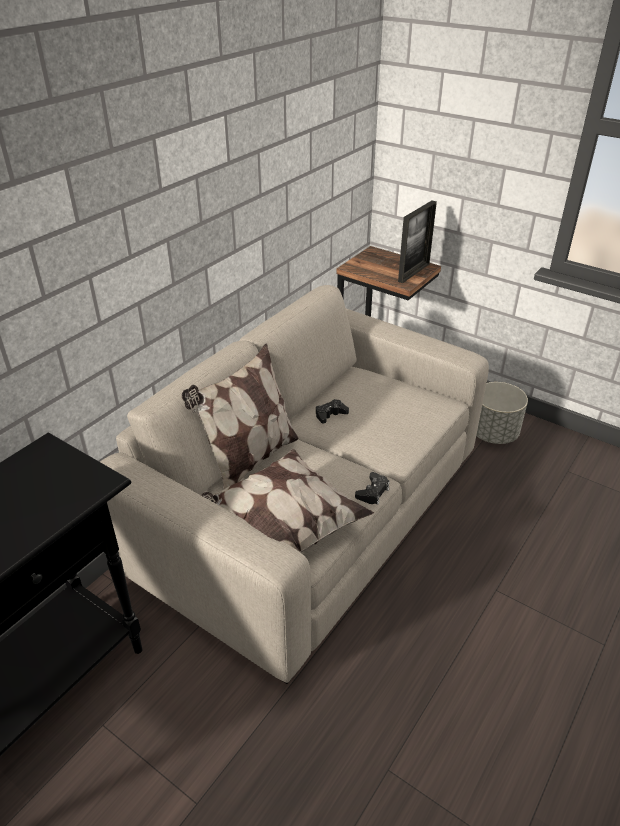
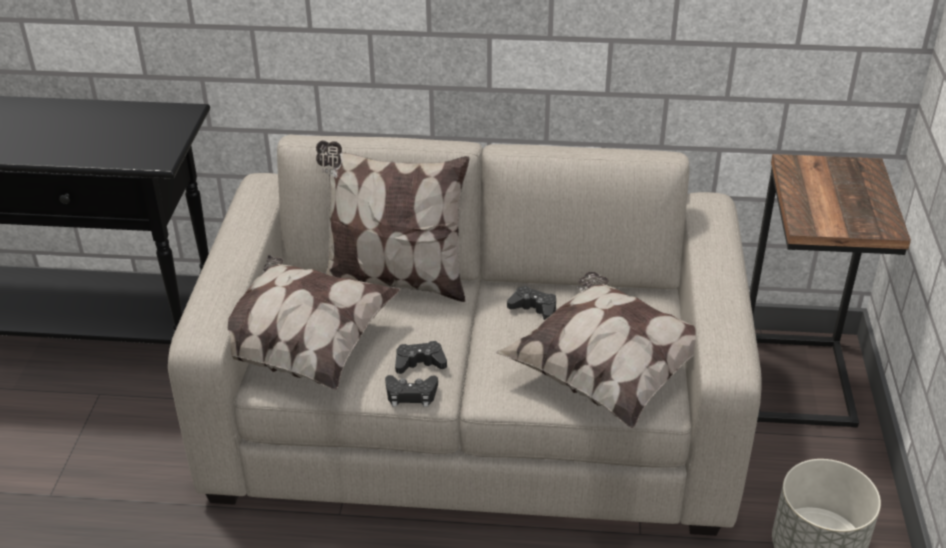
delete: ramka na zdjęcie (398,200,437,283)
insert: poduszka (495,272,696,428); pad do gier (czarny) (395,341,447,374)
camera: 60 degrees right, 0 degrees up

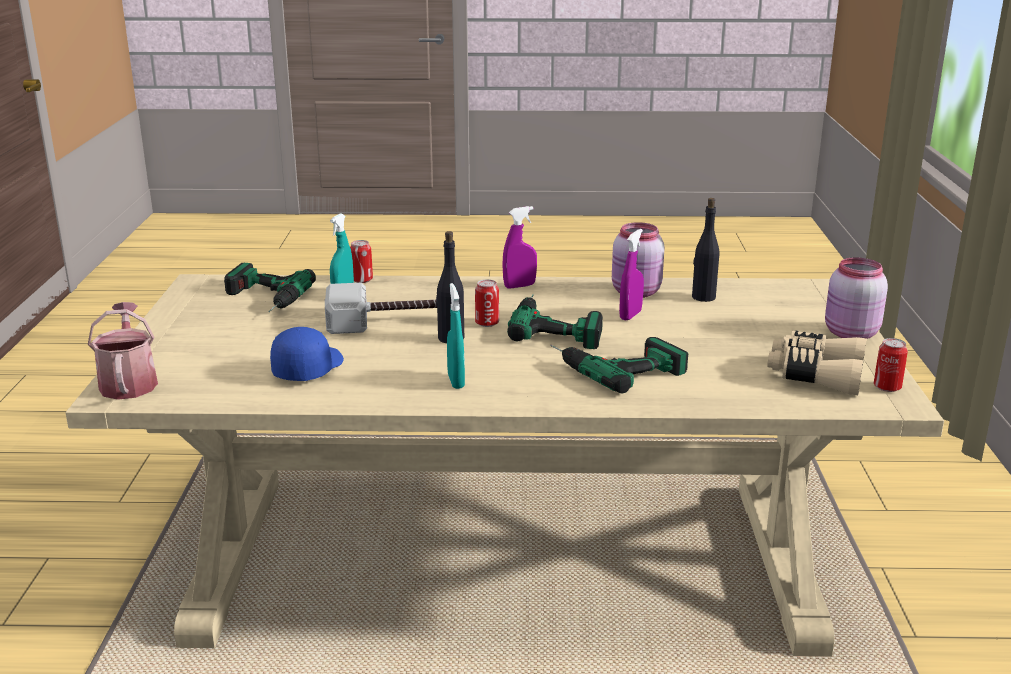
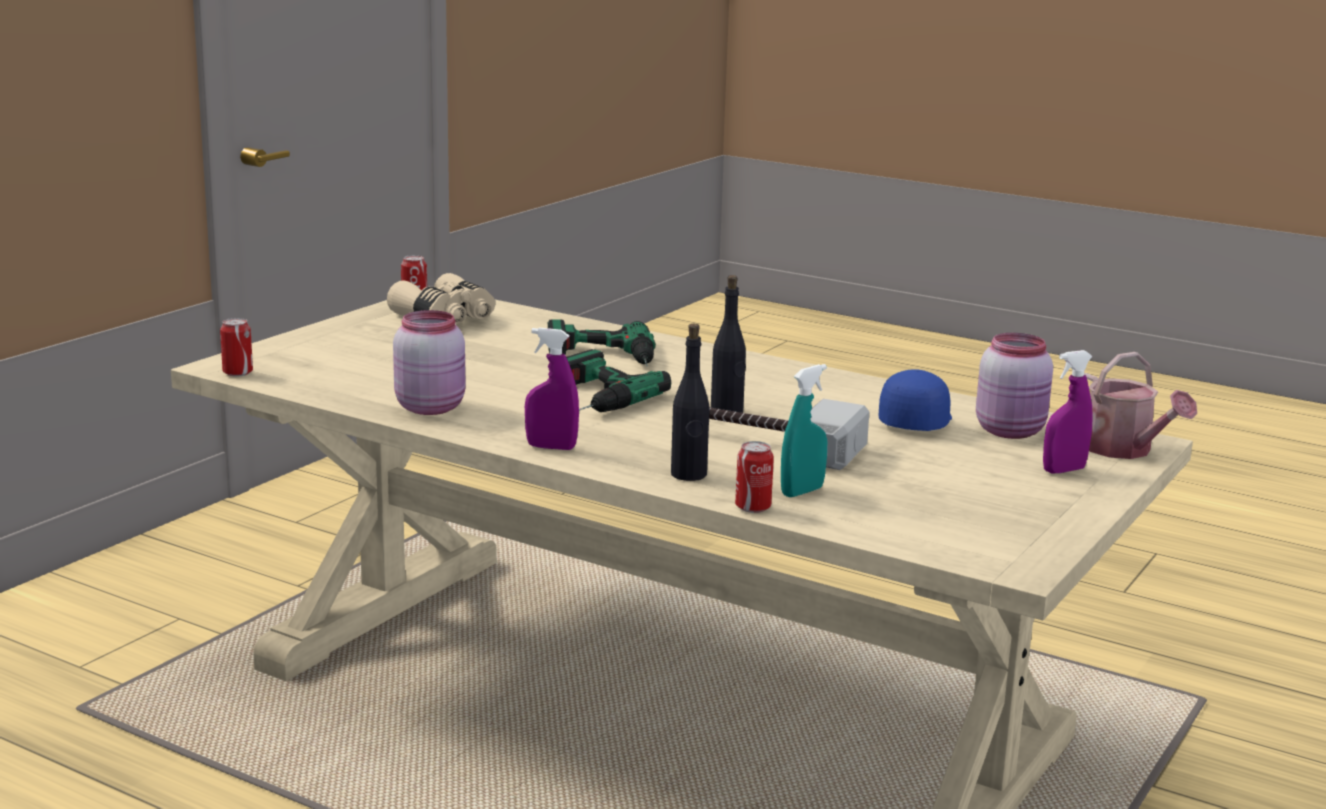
delete: wiertarka (224,263,316,312); spryskiwacz (turkusowy) (447,283,465,389)
move: butelka (czarny) (692,198,719,302) to (671,324,709,481); spryskiwacz (fioletowy) (619,229,644,320) to (1043,350,1093,474); słoik (różowy) (825,258,888,339) to (976,333,1053,439); puszka (475,279,499,327) to (220,318,253,376)
rotate: konewka (88,302,158,400) = (1084,352,1197,459) 45 degrees counterclockwise; czapka z daszkiem (niebieski) (270,327,344,381) = (879,369,952,431) 150 degrees clockwise
camera: 150 degrees left, 5 degrees down

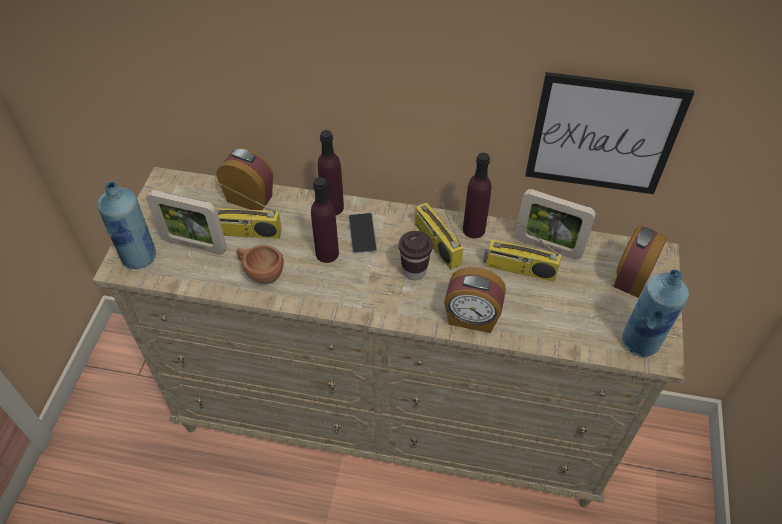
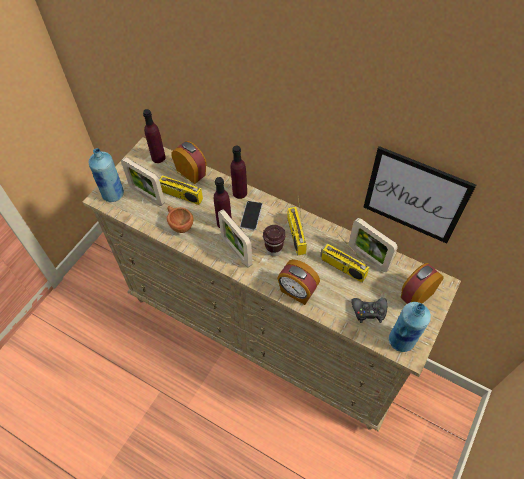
insert: ramka na zdjęcie (218,209,252,267); pad do gier (czarny) (351,298,387,323)
move: butelka (fioletowy) (463,153,491,238) to (143,109,166,163)
camera: 20 degrees right, 5 degrees up

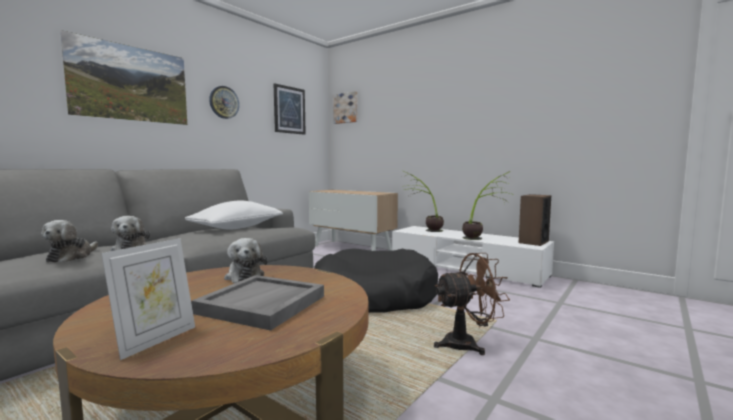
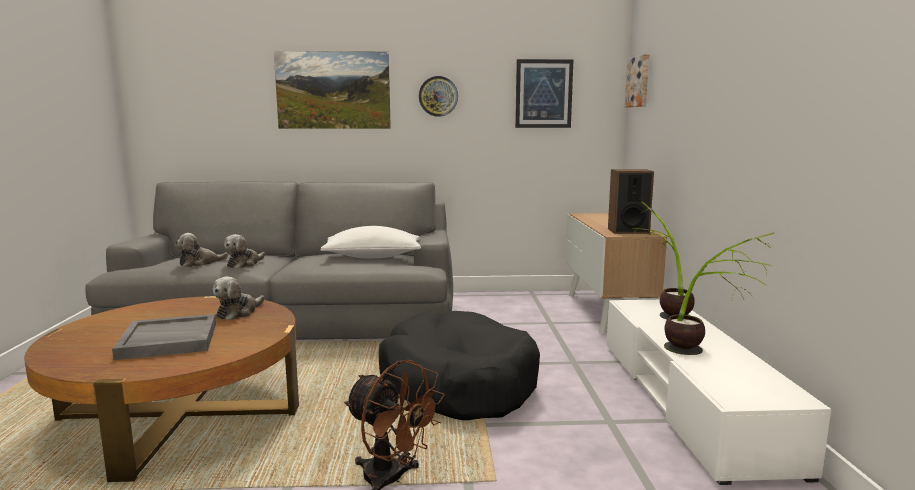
delete: ramka na zdjęcie (101,238,195,360)
move: głośnik (519,194,551,246) to (608,169,654,234)
camera: 50 degrees right, 5 degrees up

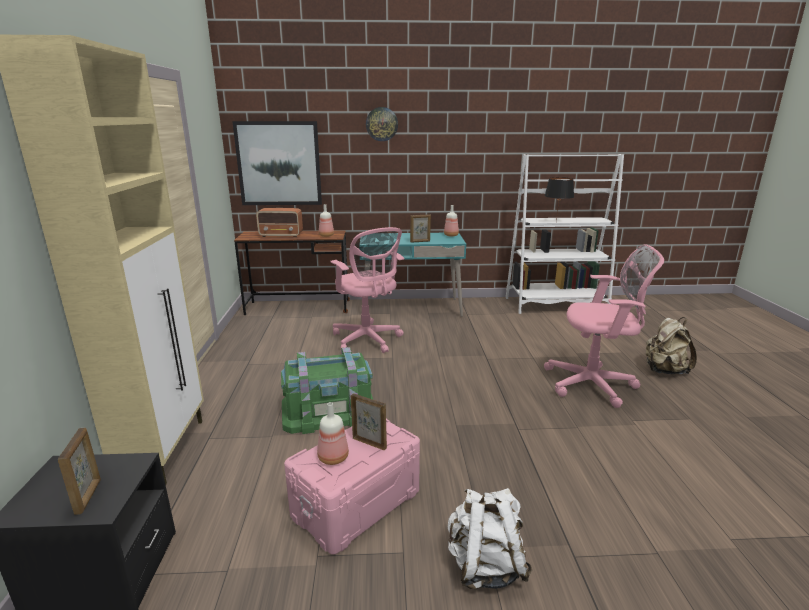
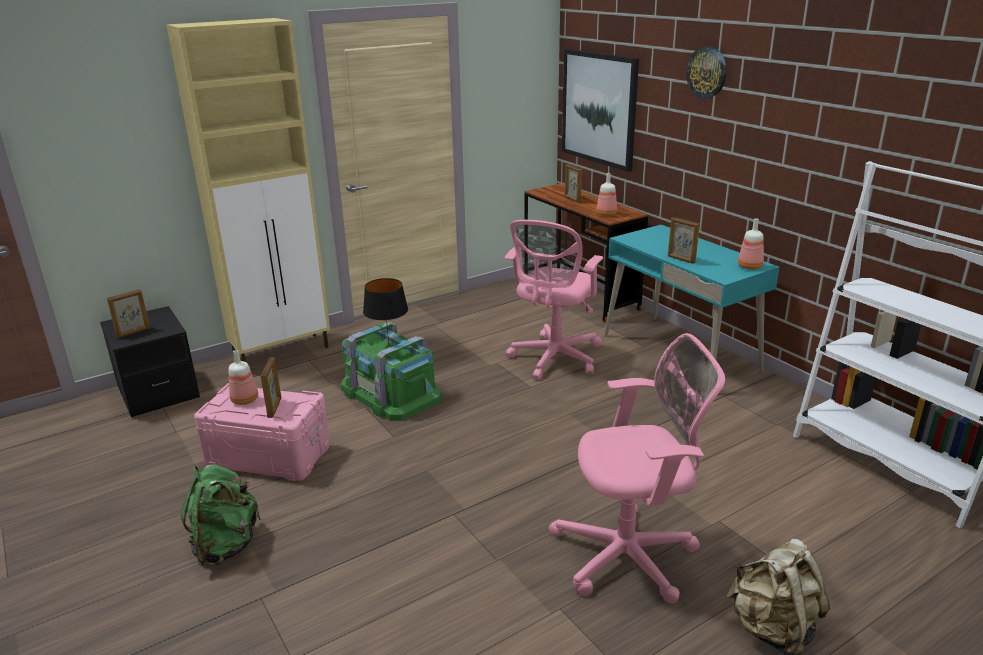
move: lampa stołowa (czarny) (545,177,574,222) to (363,278,408,345)
replace: radio (256,208,303,237) to ramka na zdjęcie (565,164,582,203)
recolor: plecak (biały) (448,488,532,590) to plecak (zielony) (181,464,261,566)
rotate: krzesło biurowe (różowy) (544,244,664,408) = (549,333,725,604) 75 degrees counterclockwise
camera: 60 degrees right, 5 degrees up

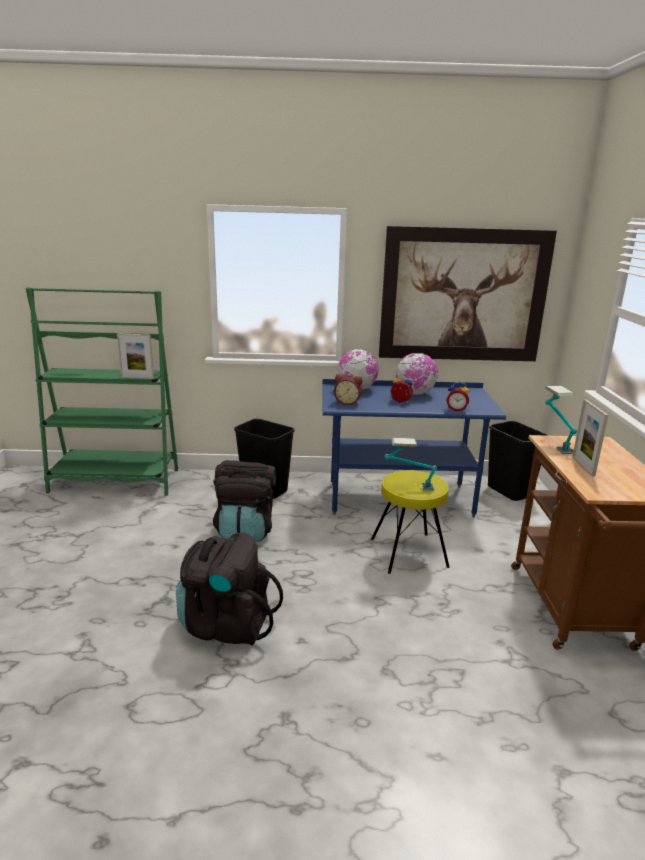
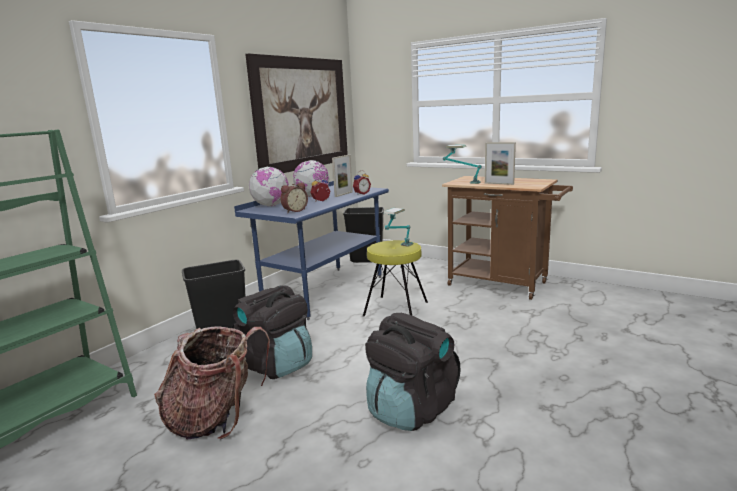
insert: plecak (154,326,270,440)
move: ramka na zdjęcie (117,334,154,379) to (332,155,353,197)
camera: 55 degrees left, 5 degrees down

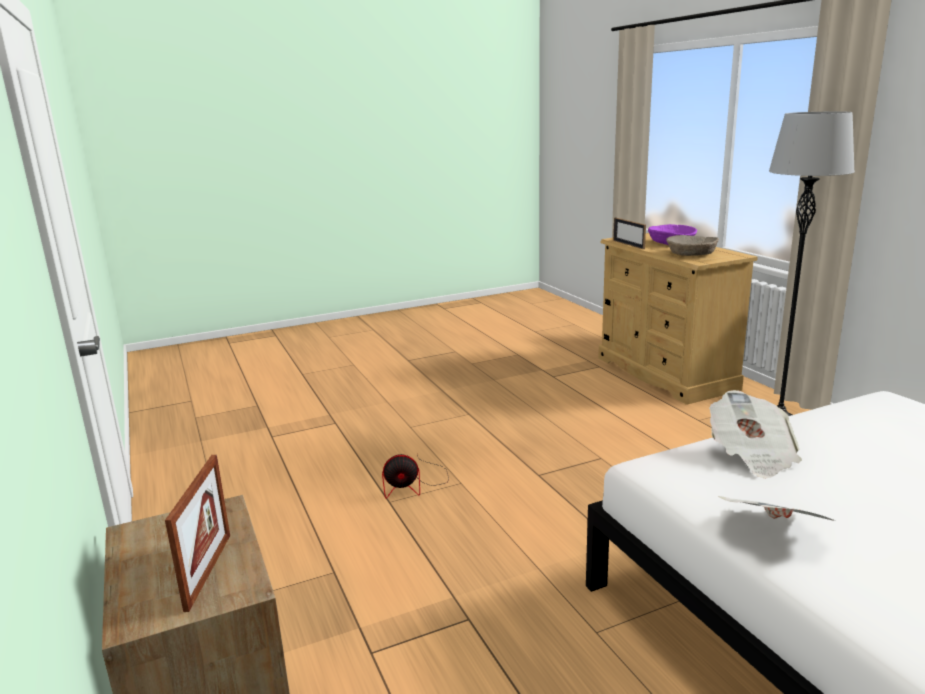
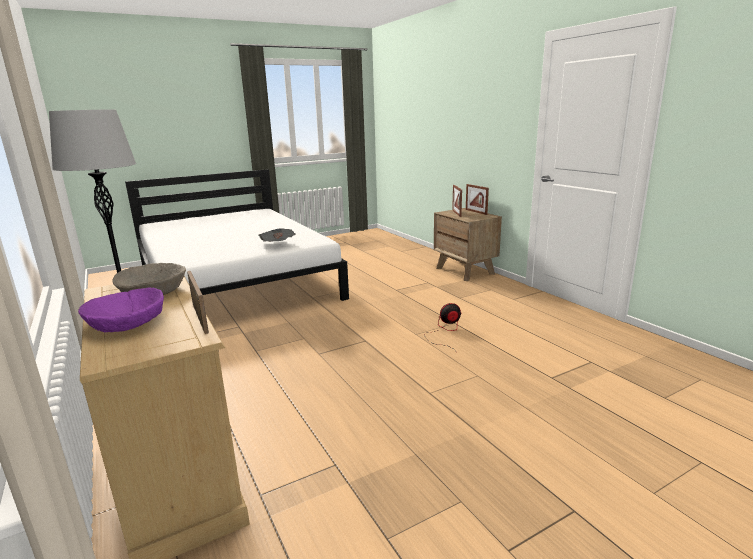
delete: gazeta (718,496,835,521)
insert: ramka na zdjęcie (466,184,489,215)
camera: 175 degrees right, 0 degrees up

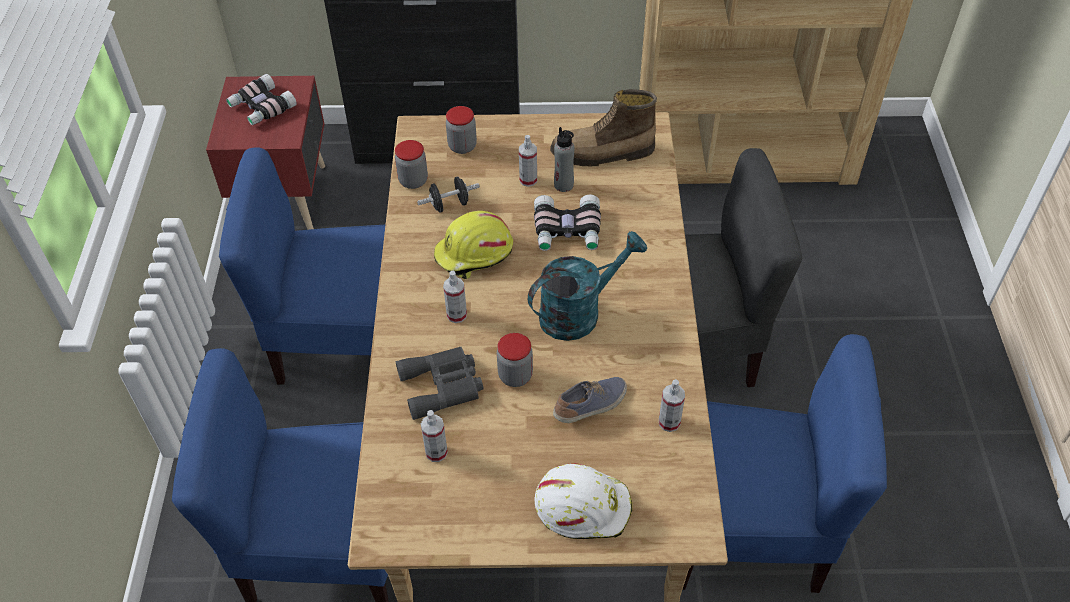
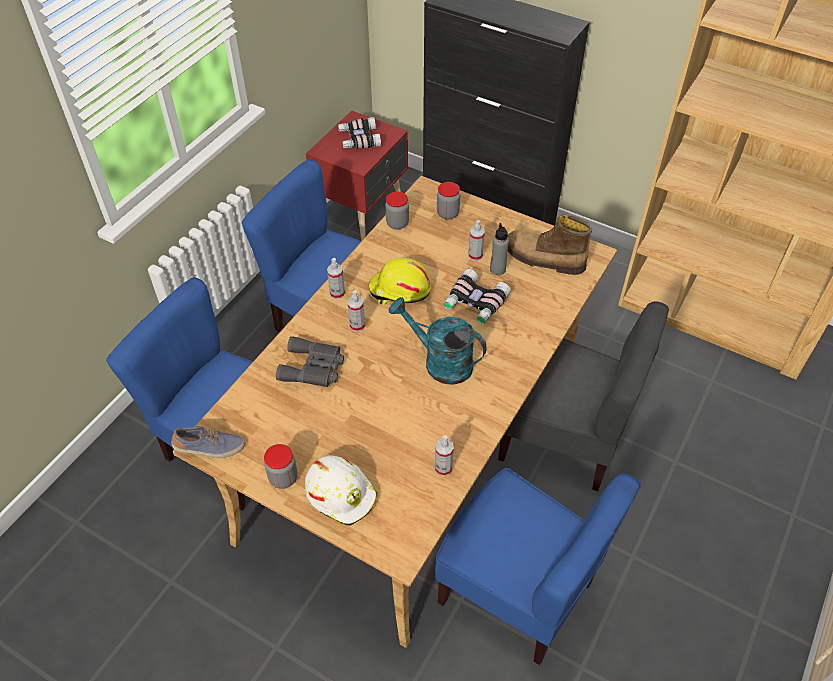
delete: hantel (czarny) (417,177,480,213)
move: słoik (497,333,533,387) to (264,444,298,489); but (553,377,627,423) to (171,426,245,458); spryskiwacz (421,410,448,462) to (327,258,345,299)
rotate: konewka (turkusowy) (528,231,647,341) = (389,297,487,385) 150 degrees counterclockwise
camera: 30 degrees right, 0 degrees up

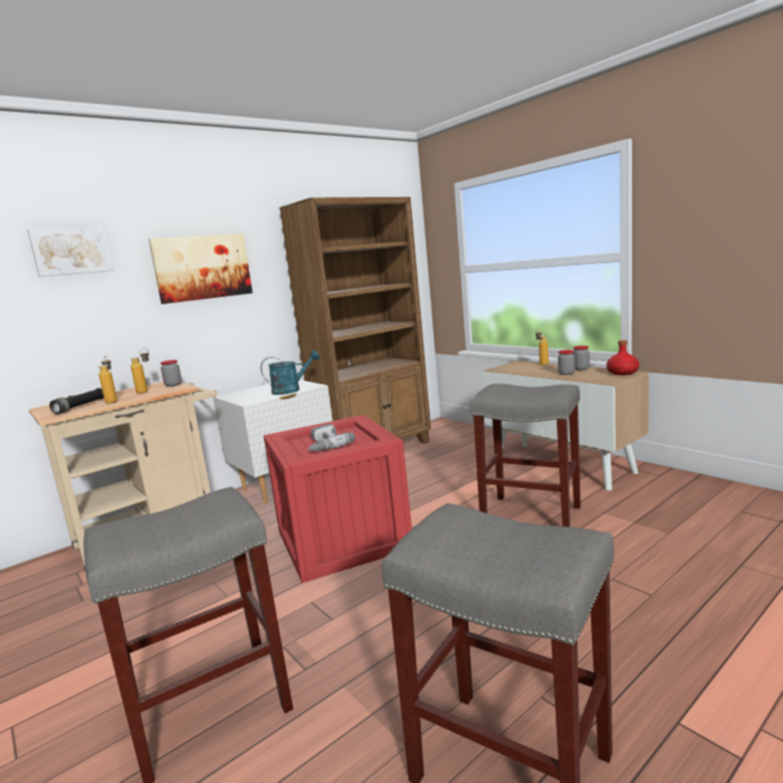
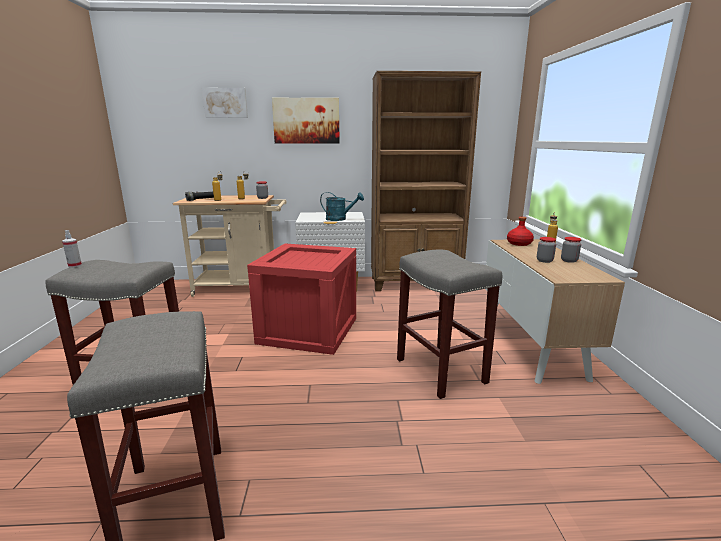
delete: wiertarka (308,424,355,451)
insert: spryskiwacz (62,230,82,268)
move: butelka (czerwony) (606,340,639,375) to (507,217,534,246)
camera: 35 degrees right, 5 degrees up

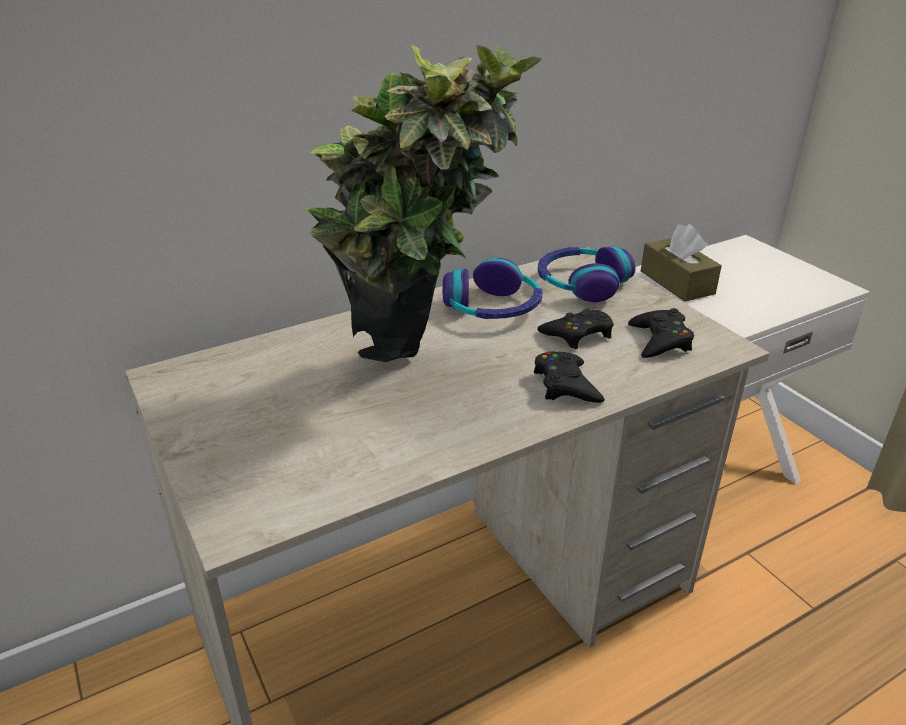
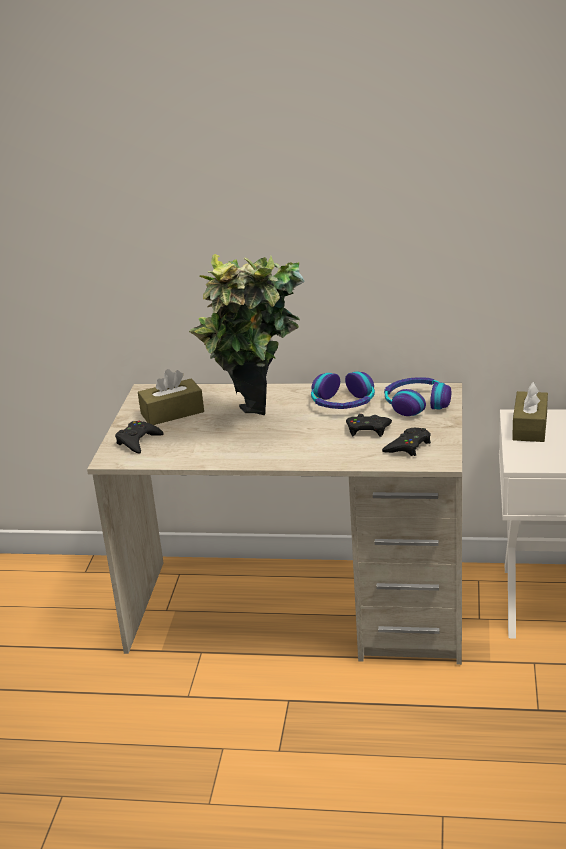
insert: pudełko chusteczek (brązowy) (138,369,204,425)
move: pad do gier (czarny) (534,351,605,403) to (115,421,163,454)
camera: 40 degrees right, 5 degrees down

